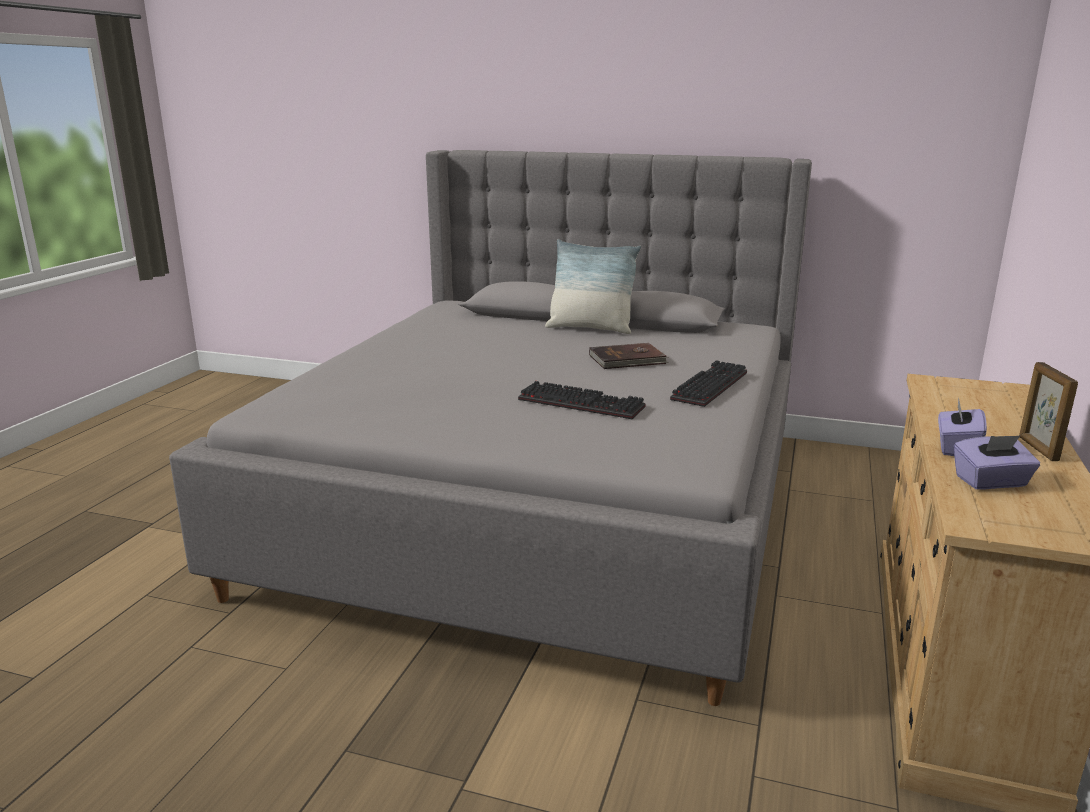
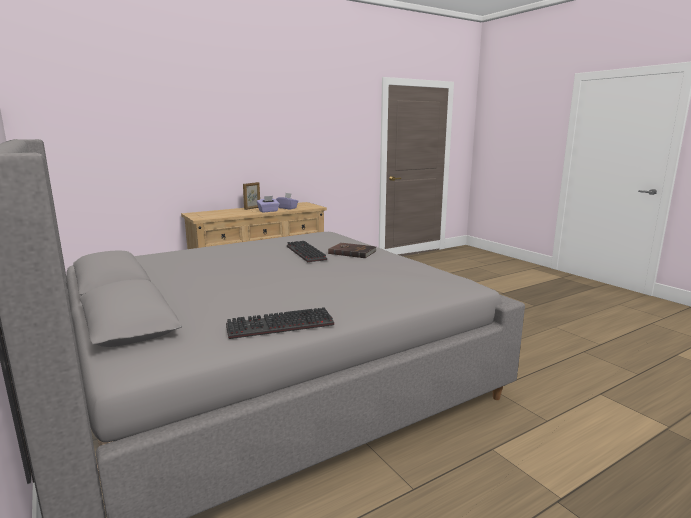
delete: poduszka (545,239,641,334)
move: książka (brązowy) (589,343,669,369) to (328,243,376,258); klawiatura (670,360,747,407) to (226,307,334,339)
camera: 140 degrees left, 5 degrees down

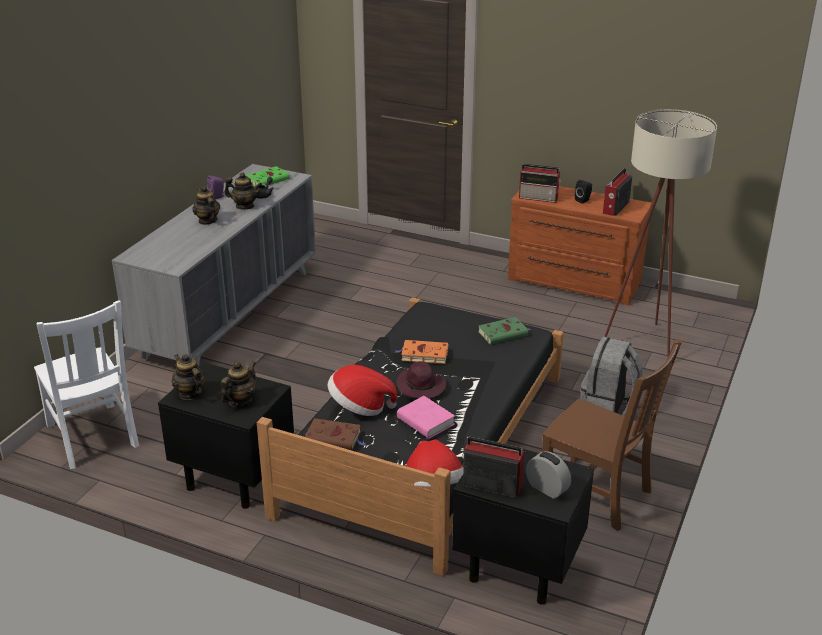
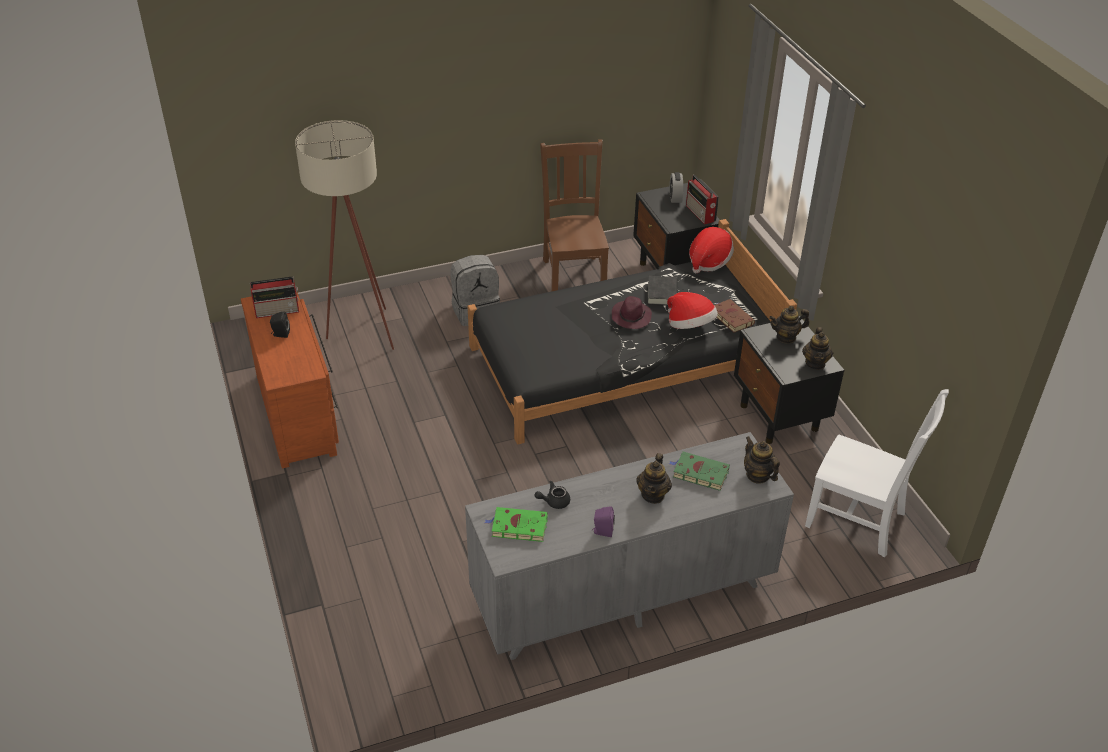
delete: radio (519,164,561,203); książka (pomarańczowy) (394,340,449,364)
move: imbryk (224,172,262,210) to (744,436,780,484); książka (zielony) (478,317,530,345) to (669,451,730,491)
recolor: książka (różowy) (397,396,455,439) to książka (czarny) (648,276,678,306)
rotate: krzesło (biały) (34,300,139,469) = (805,389,949,557) 105 degrees clockwise
camera: 135 degrees left, 10 degrees up

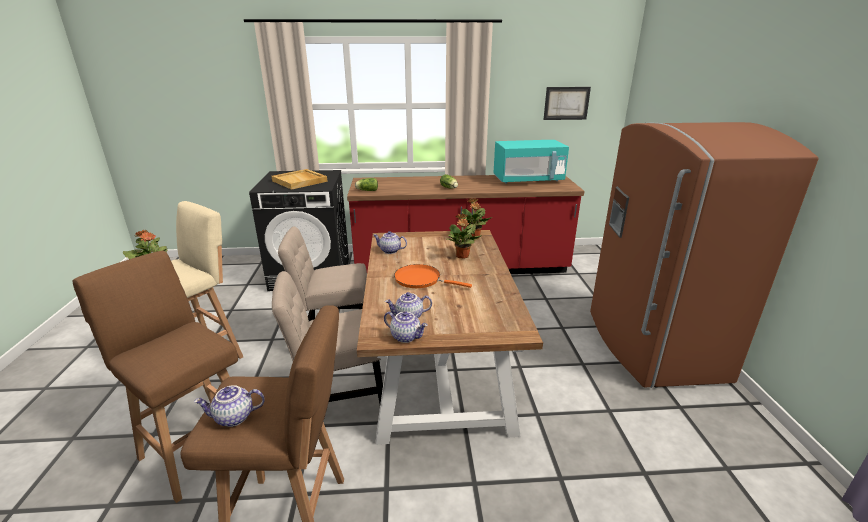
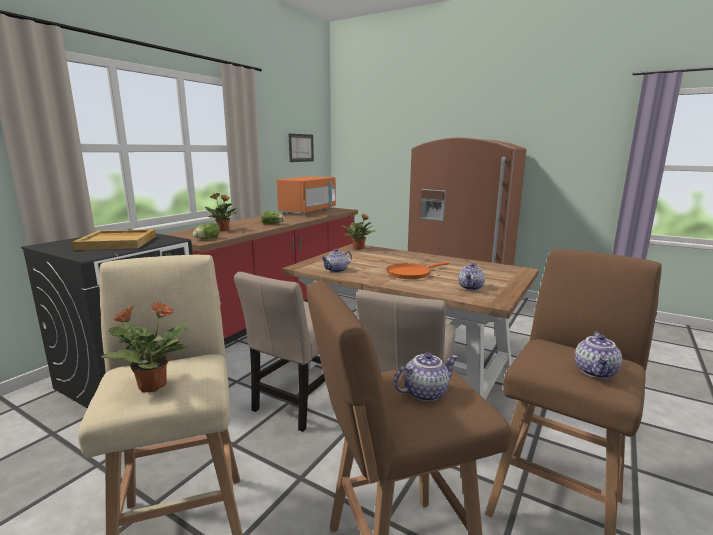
move: roślina doniczkowa (447,214,482,259) to (205,193,239,231); imbryk (384,311,428,343) to (394,352,458,402)
recolor: mikrofalówka (turkusowy) (494,140,569,183) to mikrofalówka (pomarańczowy) (277,176,336,215)
camera: 55 degrees left, 10 degrees down

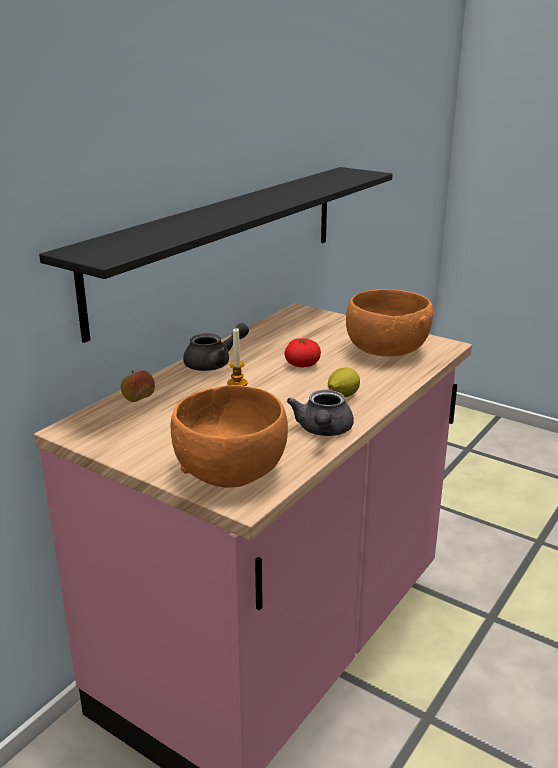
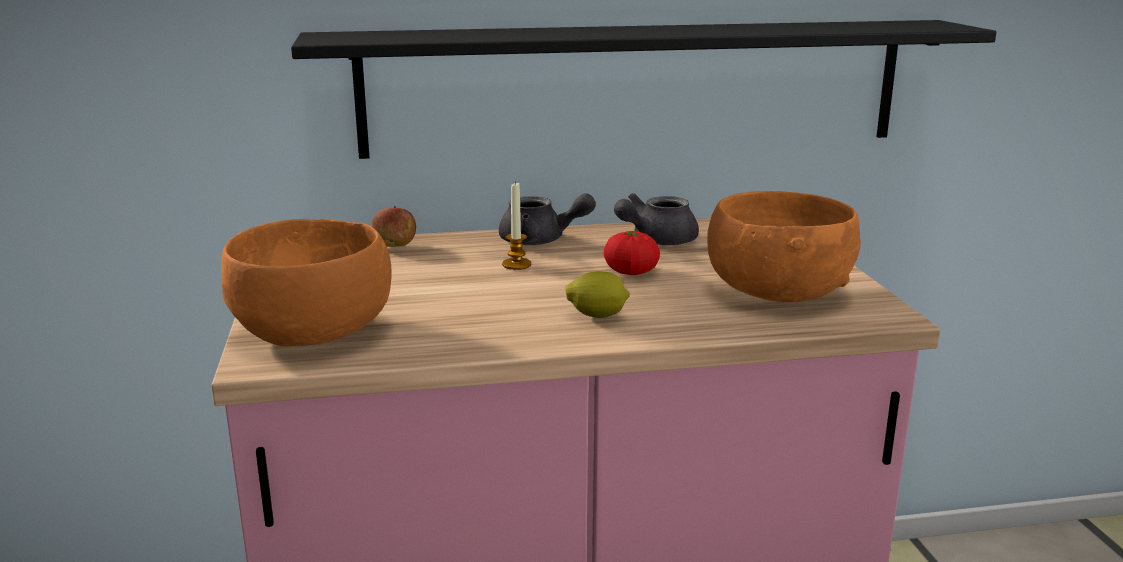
move: imbryk (szary) (287,390,354,436) to (614,193,699,245)
camera: 45 degrees right, 5 degrees down

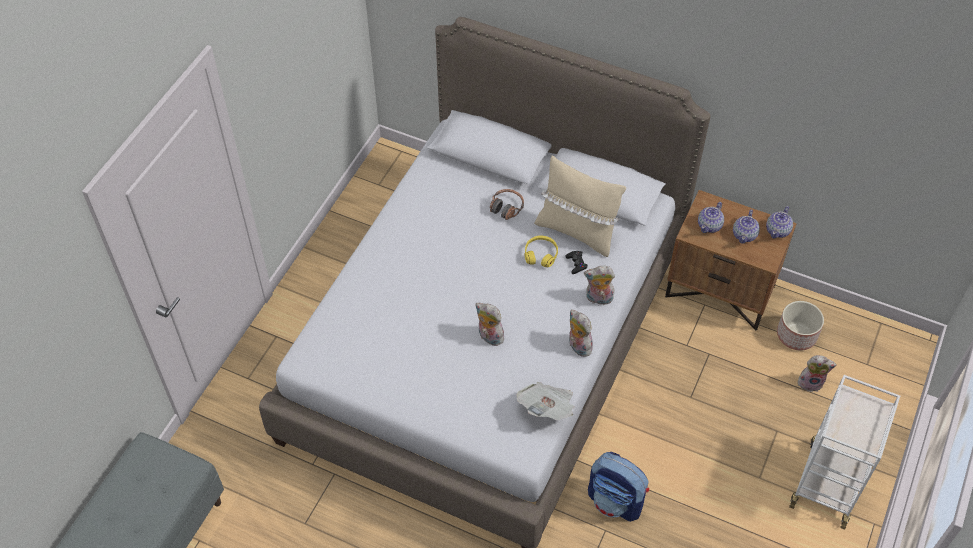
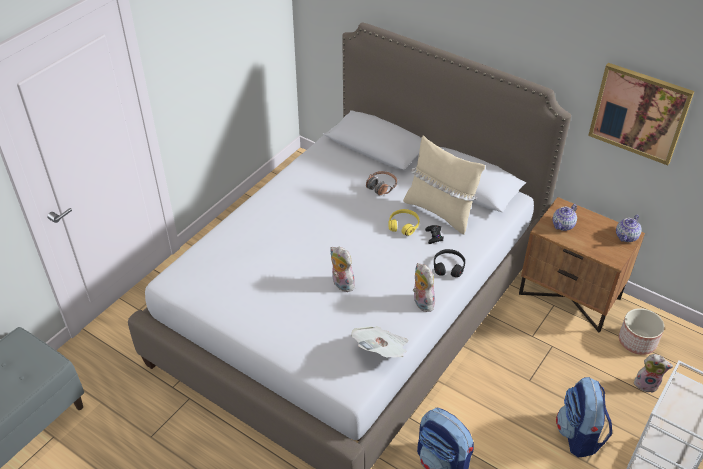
delete: imbryk (733,210,760,244)
insert: obraz (588,63,695,165); plecak (556,377,612,457)
replace: pluszak (584,266,615,305) to słuchawki (czarny) (434,249,465,277)
camera: 10 degrees right, 10 degrees down

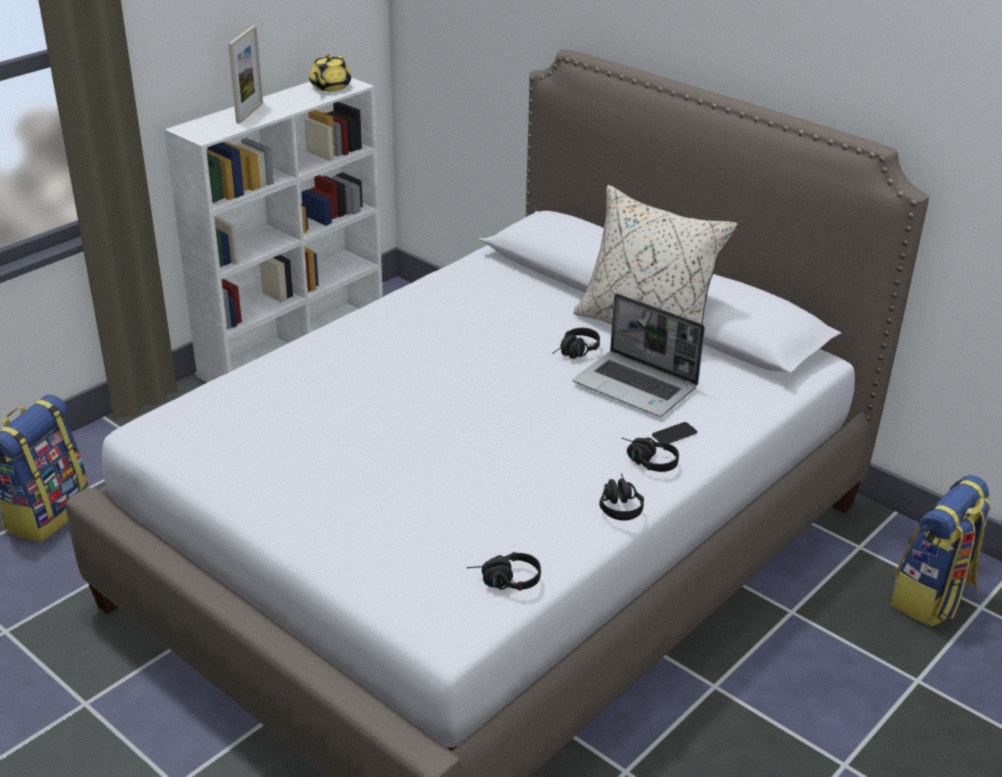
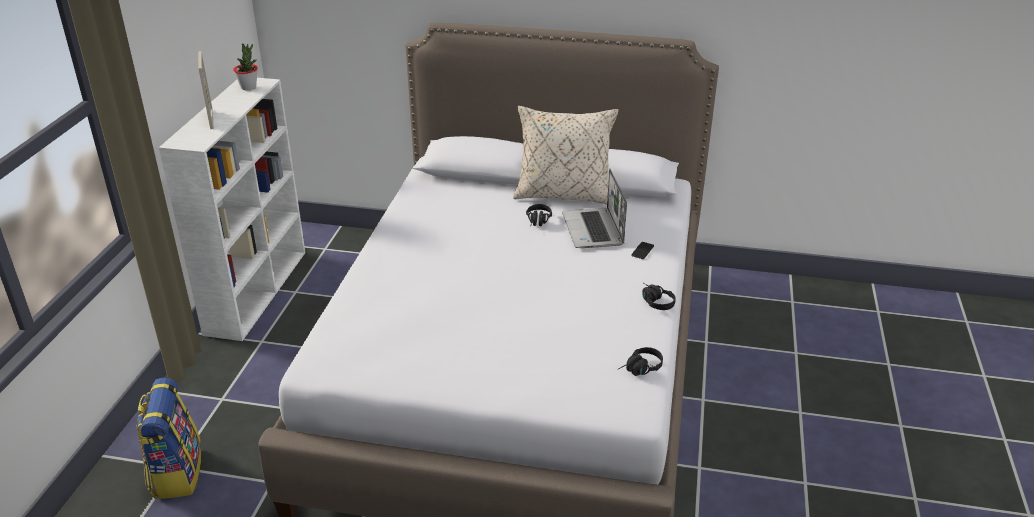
delete: słuchawki (czarny) (622,438,679,472); plecak (890,475,991,627)
replace: imbryk (żółty) (309,54,351,91) to roślina doniczkowa (233,44,258,90)
rotate: laptop (573,293,705,417) = (562,169,627,248) 75 degrees clockwise
camera: 30 degrees left, 0 degrees up

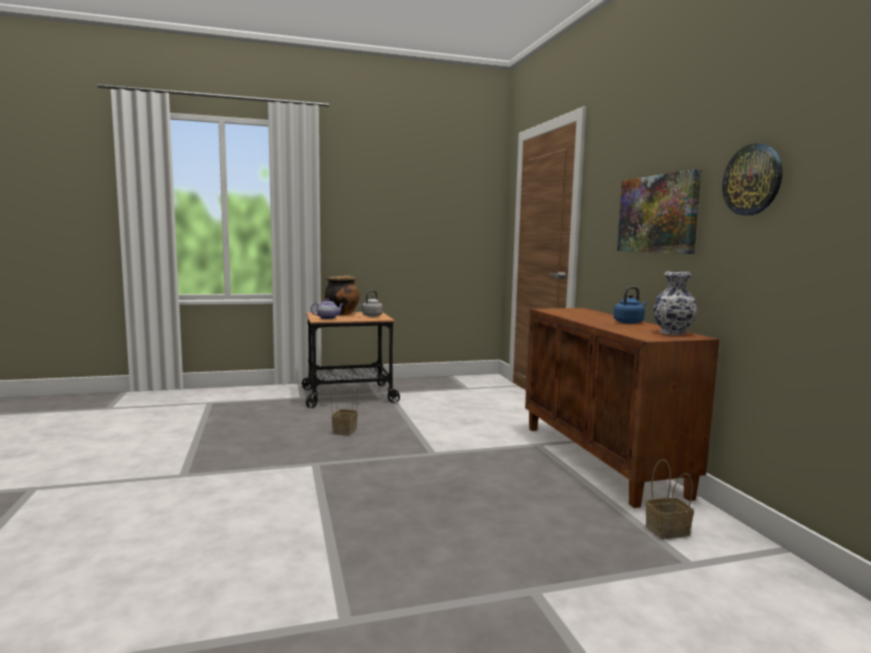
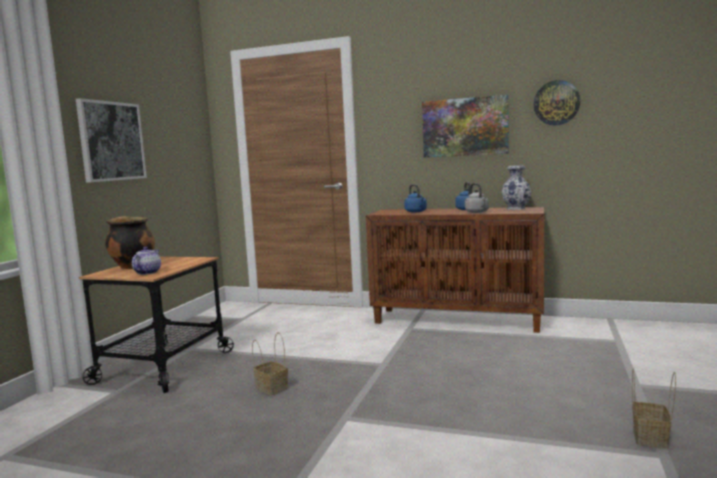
insert: obraz (76,98,147,183); czajnik (niebieski) (404,184,427,212)
move: czajnik (szary) (359,290,383,317) to (465,183,489,213); koszyk (646,459,694,539) to (632,369,676,449)
camera: 55 degrees left, 0 degrees up

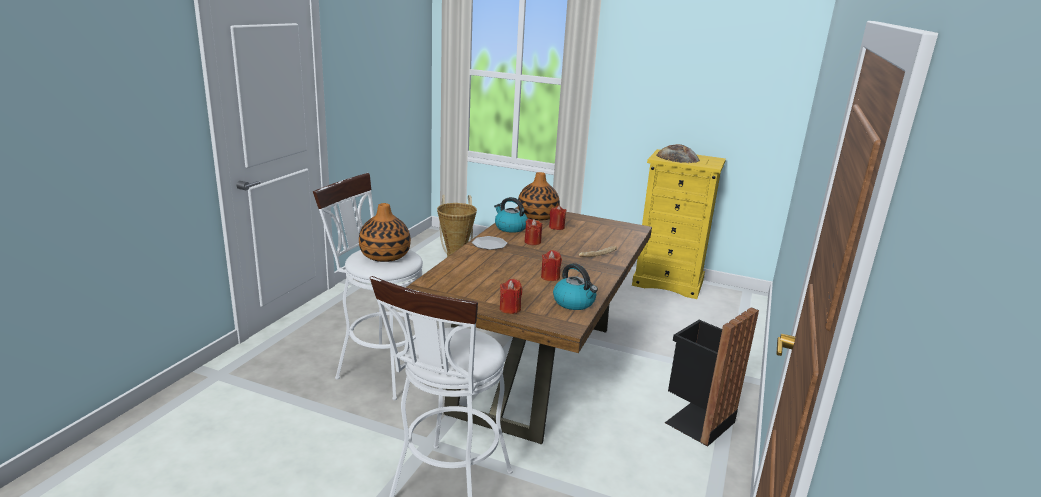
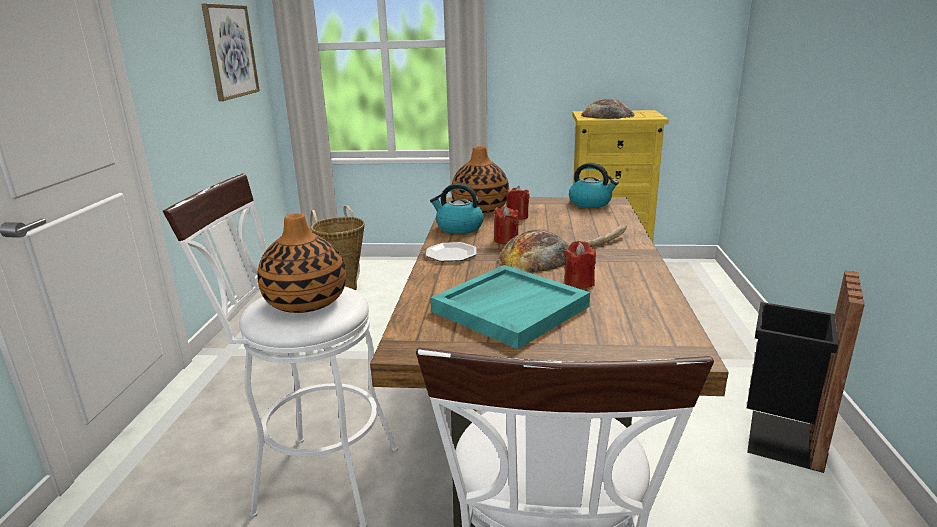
delete: świeca (czerwony) (500,279,522,314)
insert: obraz (201,3,260,101); chleb (499,230,569,272); taca (turkusowy) (430,265,590,349)
move: czajnik (553,263,598,310) to (569,163,619,208)
camera: 15 degrees left, 0 degrees up

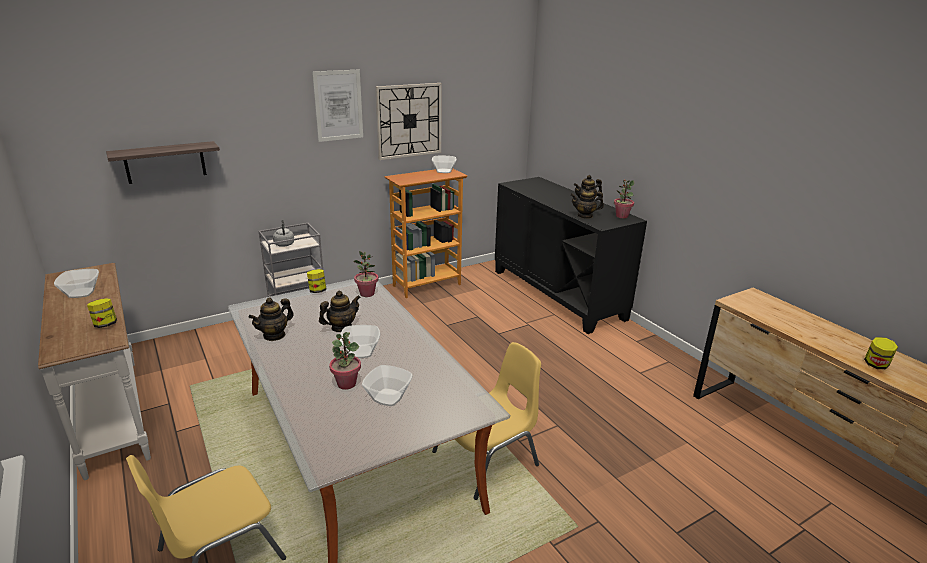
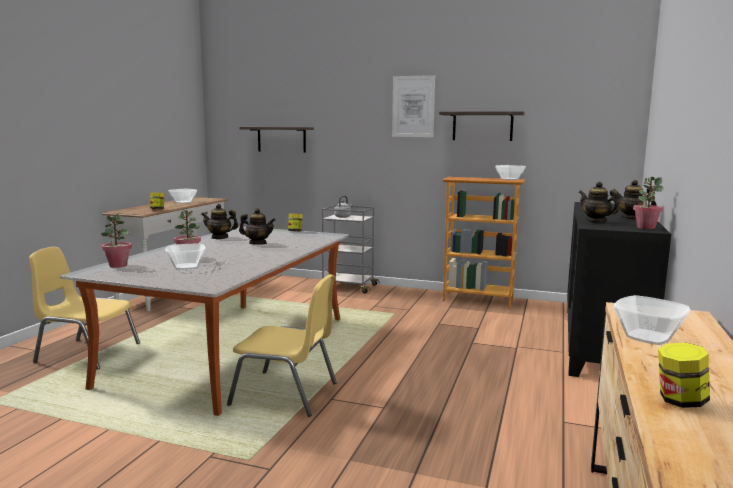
move: roślina doniczkowa (353,251,378,297) to (101,214,132,268); miska (340,325,380,358) to (614,295,690,345)
replace: zegar ścienny (375,83,442,160) to półka (439,111,525,141)
camera: 50 degrees right, 15 degrees down

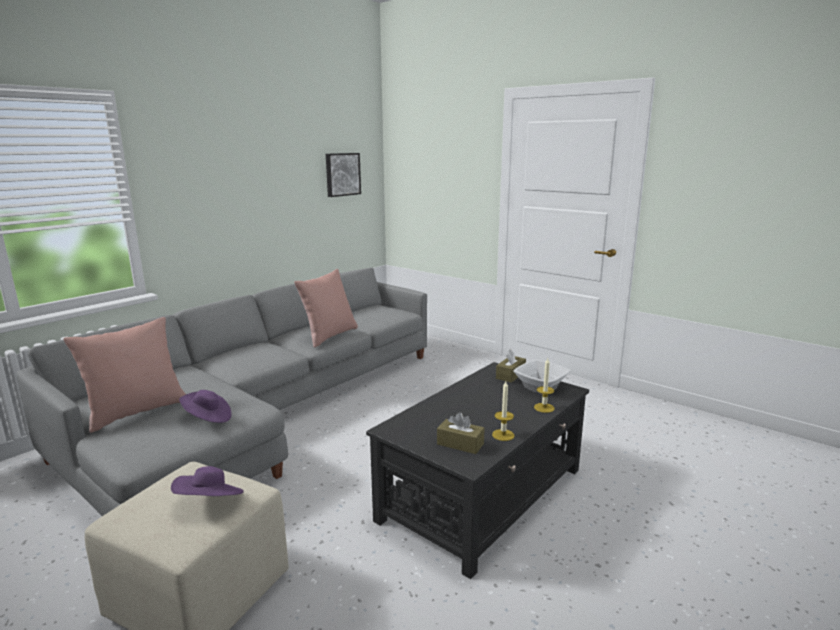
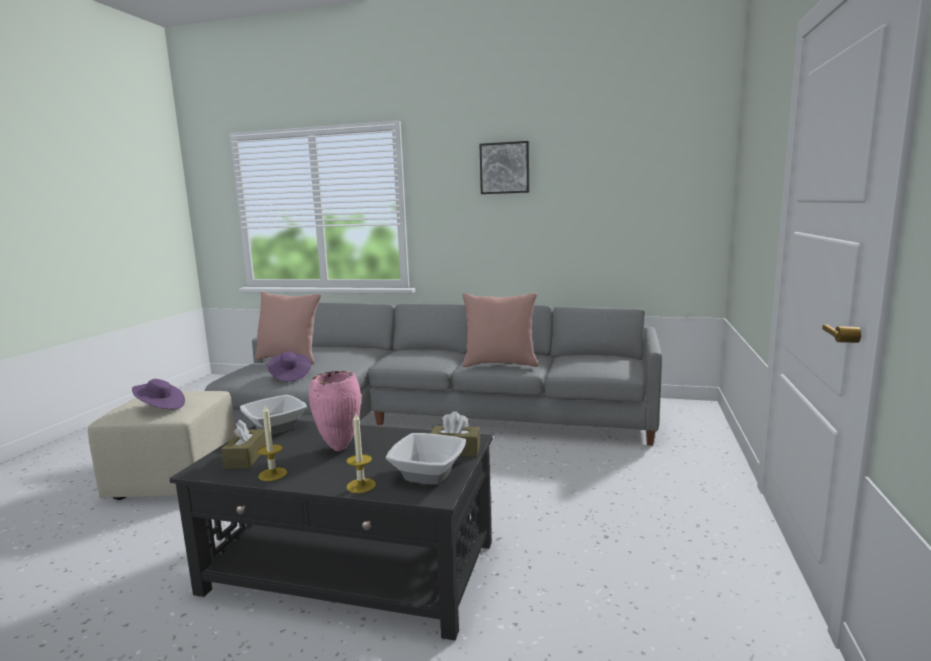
insert: wazon (różowy) (309,371,361,451); miska (240,395,307,435)
move: obraz (326,153,361,197) to (480,141,530,194)
camera: 65 degrees right, 5 degrees down

